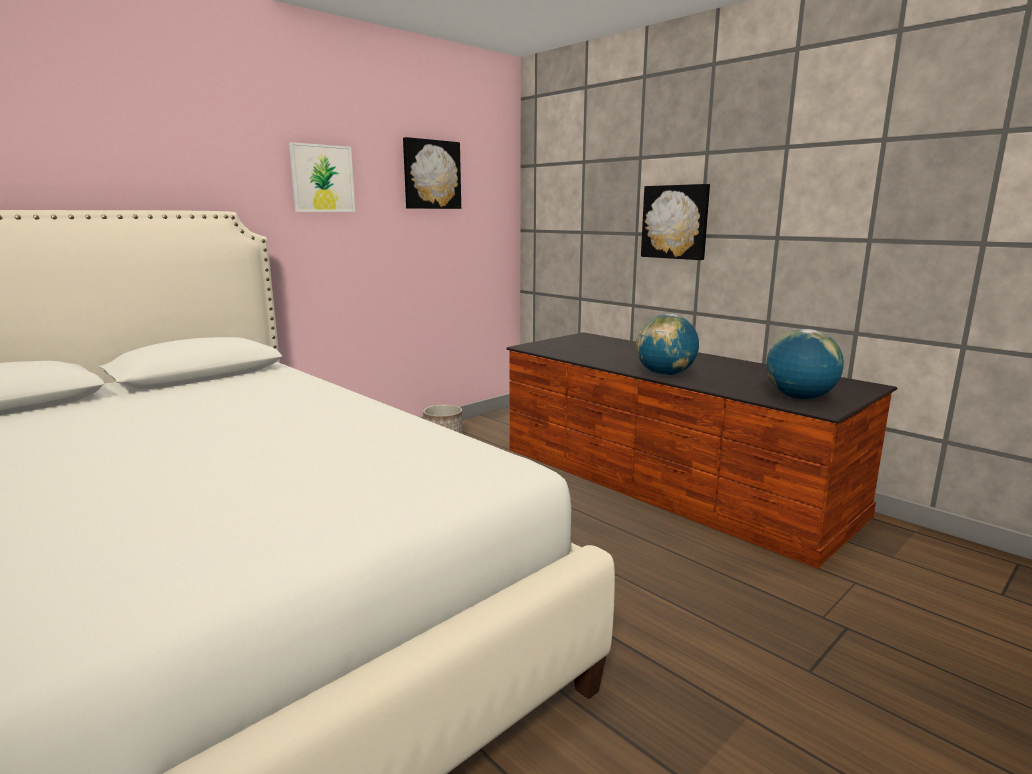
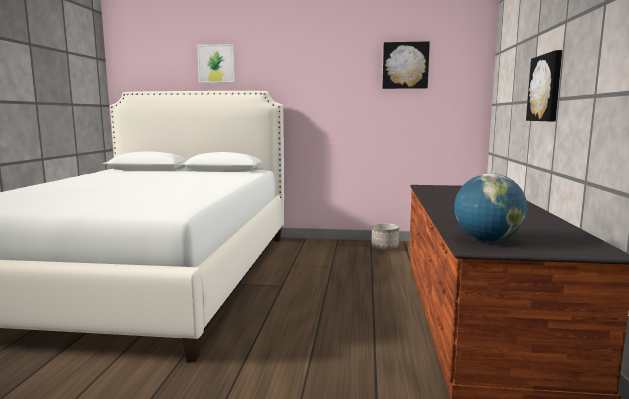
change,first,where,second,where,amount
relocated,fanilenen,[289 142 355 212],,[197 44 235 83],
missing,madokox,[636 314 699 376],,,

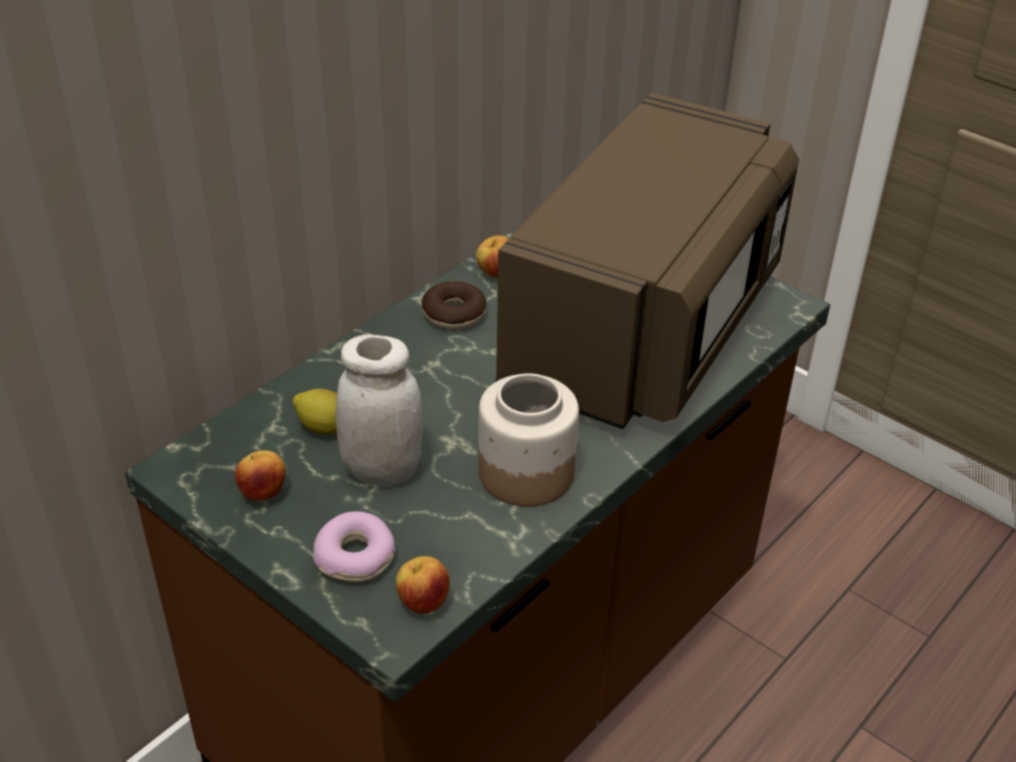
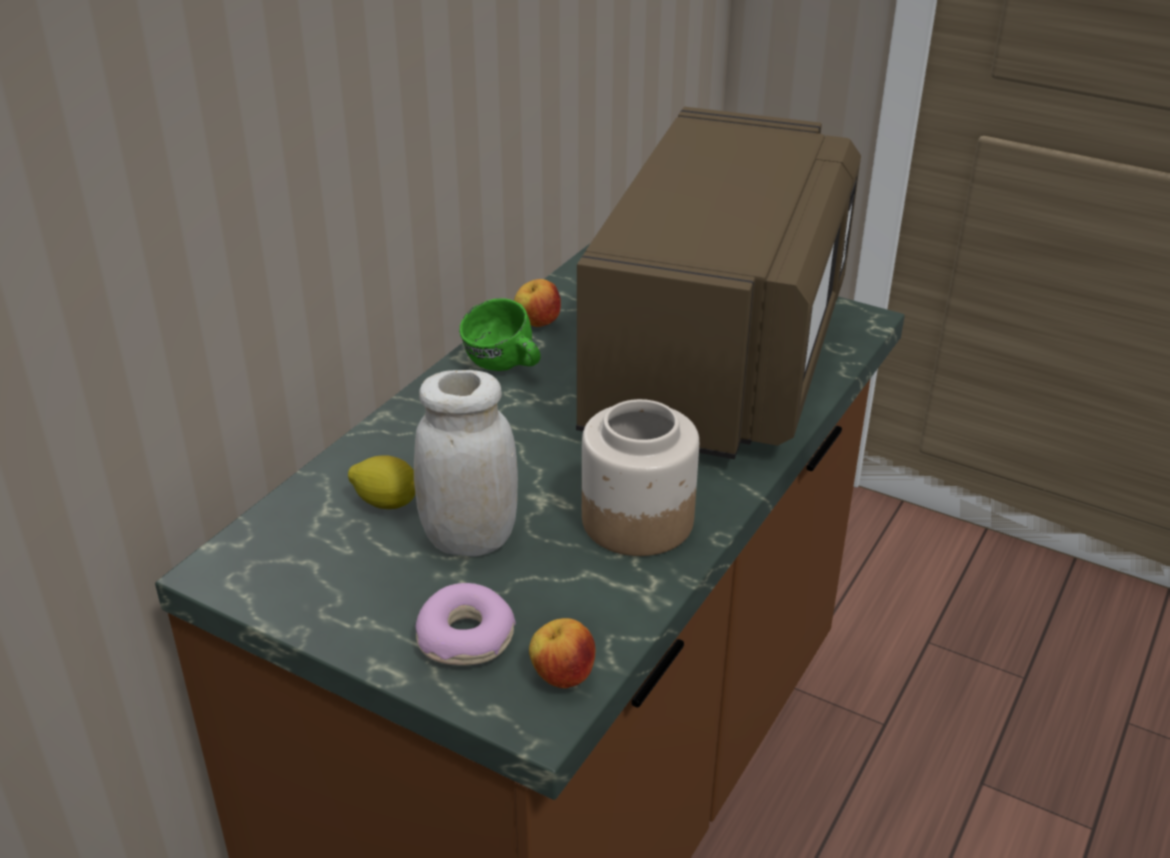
change,first,where,second,where,amount
exchanged,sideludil,[421 281 487 330],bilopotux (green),[459 298 541 371],
missing,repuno,[235 450 286 501],,,

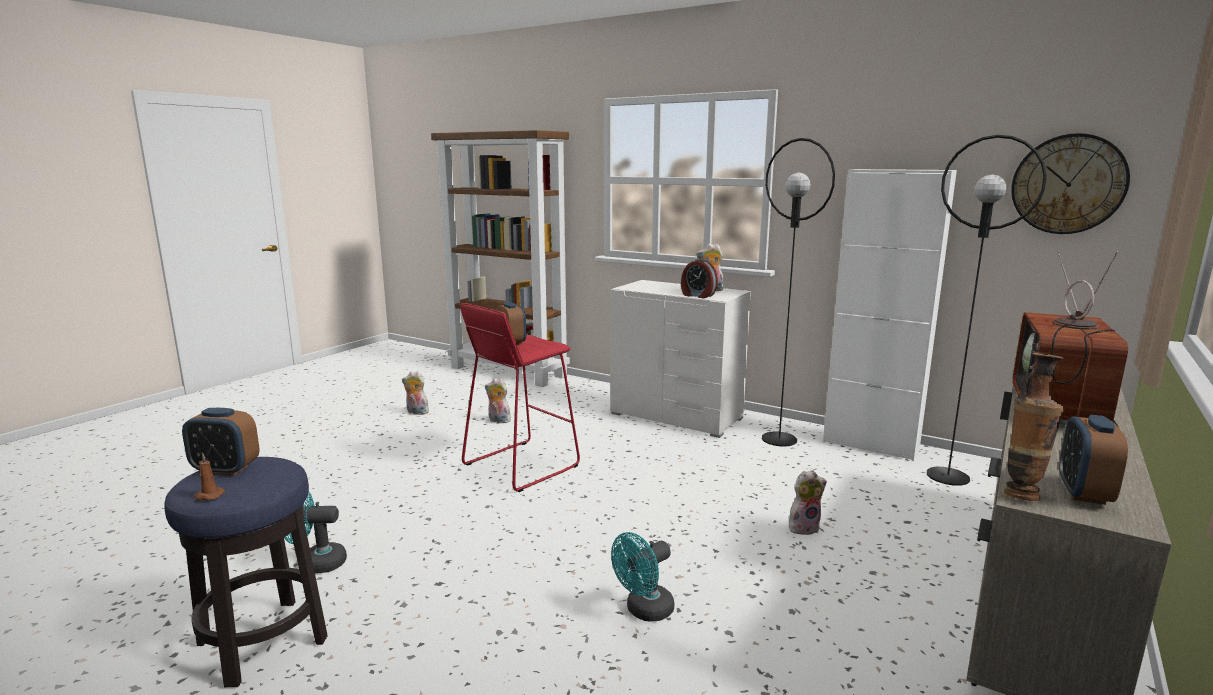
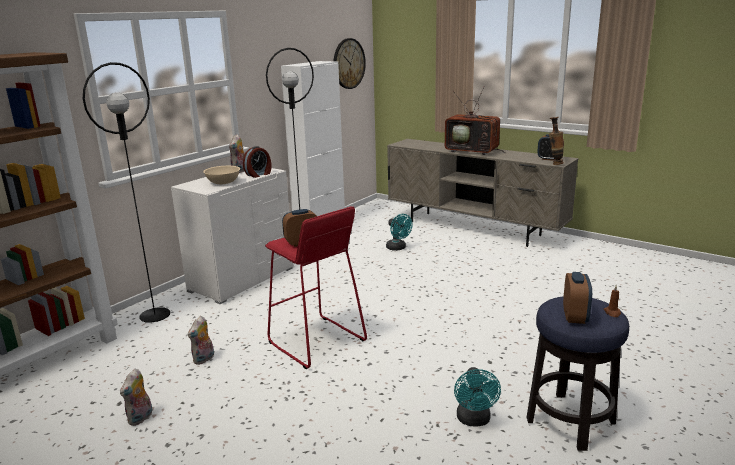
change,first,where,second,where,amount
relocated,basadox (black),[927 135 1047 486],,[83 62 170 323],
appeared,,,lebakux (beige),[203 166 240 184],
relocated,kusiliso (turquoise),[611 532 674 622],,[386 214 413 251],
missing,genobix,[789 470 827 535],,,

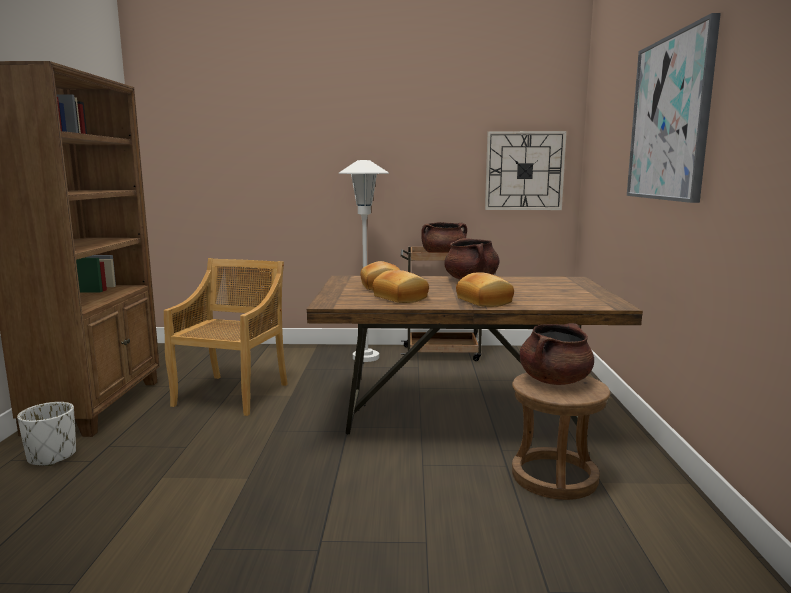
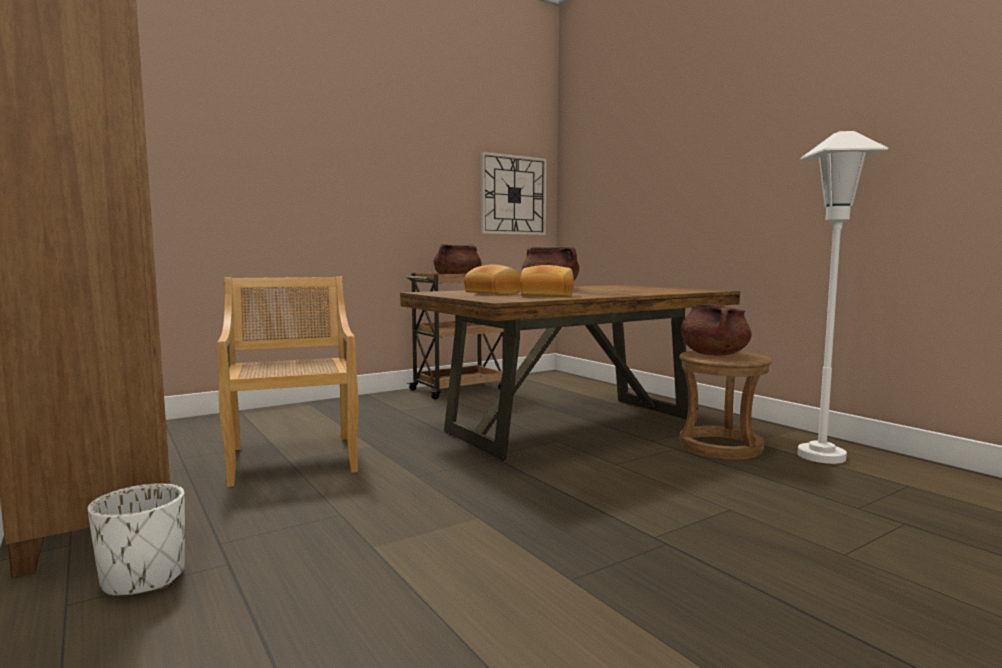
change,first,where,second,where,amount
relocated,basadox (white),[339 160 389 362],,[798 131 888 464],
missing,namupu,[456 272 514 307],,,
missing,fanilenen,[627 13 721 203],,,

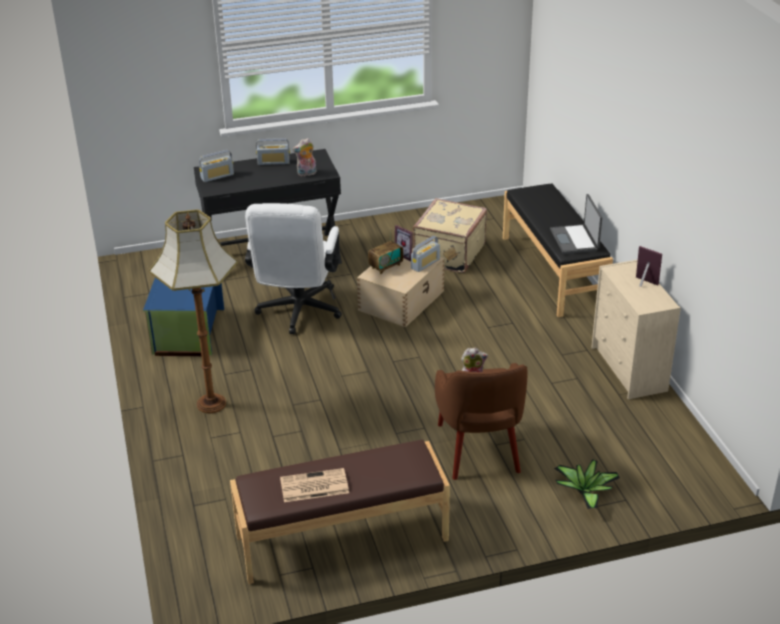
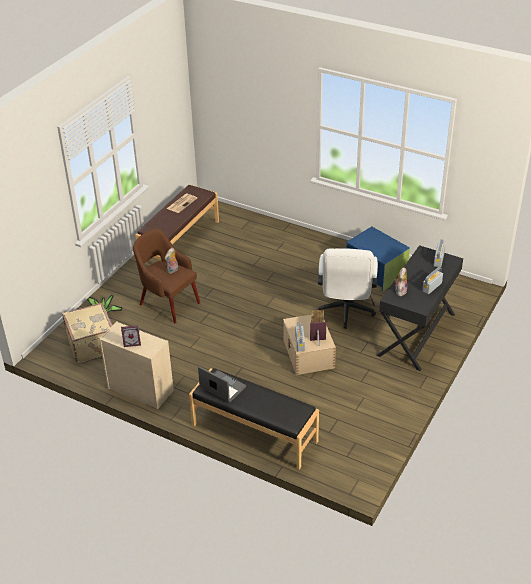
change,first,where,second,where,amount
relocated,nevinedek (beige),[413 198 487 273],,[62 303 113 363],
spun,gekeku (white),[245 203 342 334],,[317 248 378 329],135 degrees counterclockwise
missing,basadox,[149 210 238 413],,,

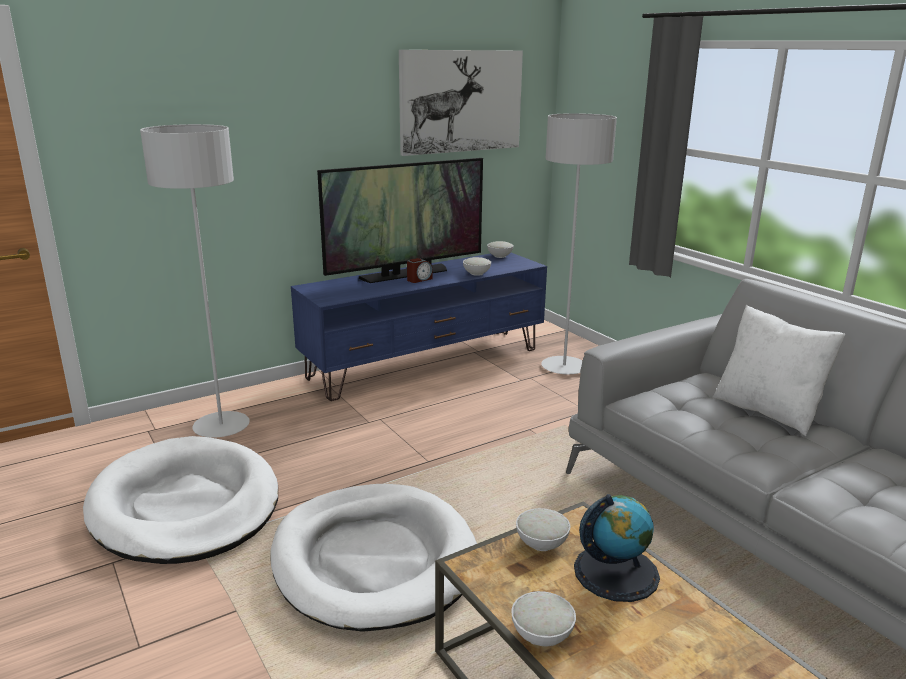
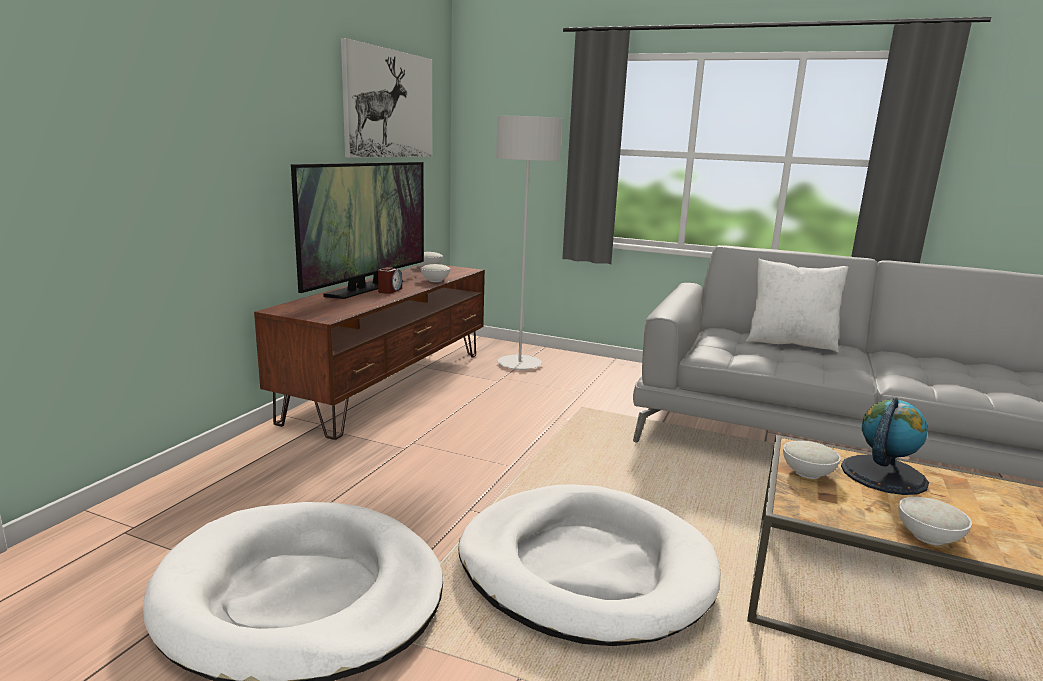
change,first,where,second,where,amount
colour,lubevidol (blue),[291 253 547 401],lubevidol (brown),[254 265 485 440],
missing,basadox (grey),[140 124 250 438],,,

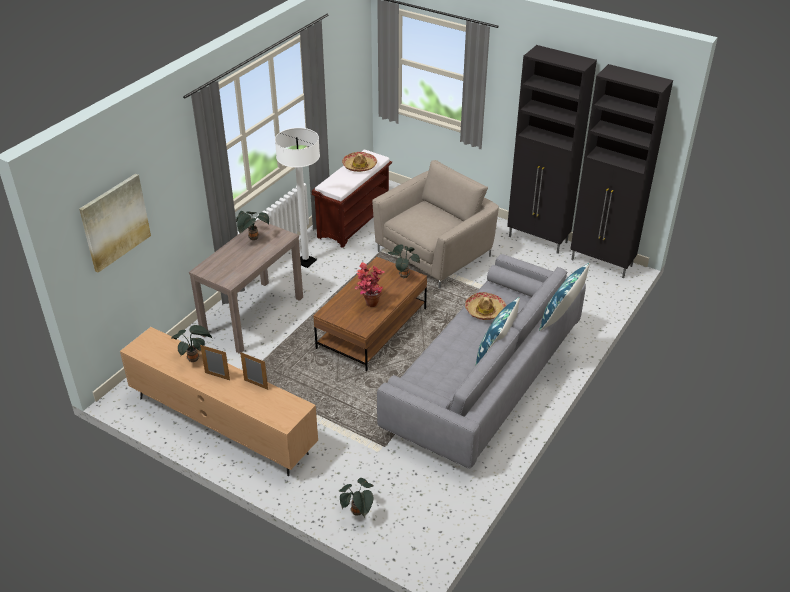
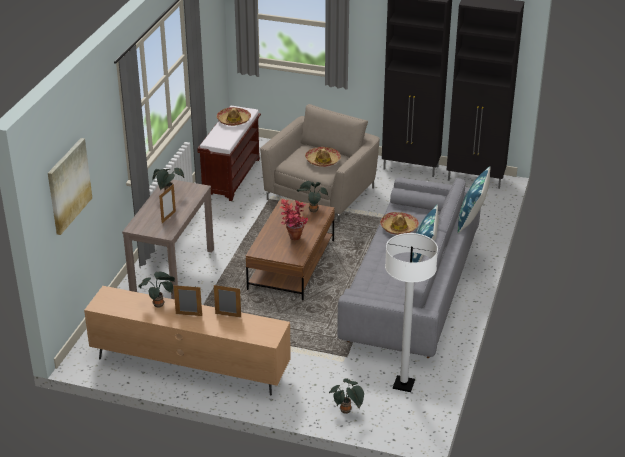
change,first,where,second,where,amount
appeared,,,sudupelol,[159 184 176 223],
appeared,,,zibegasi,[305 147 341 167],
relocated,basadox (white),[275 128 320 268],,[385 233 438 392],

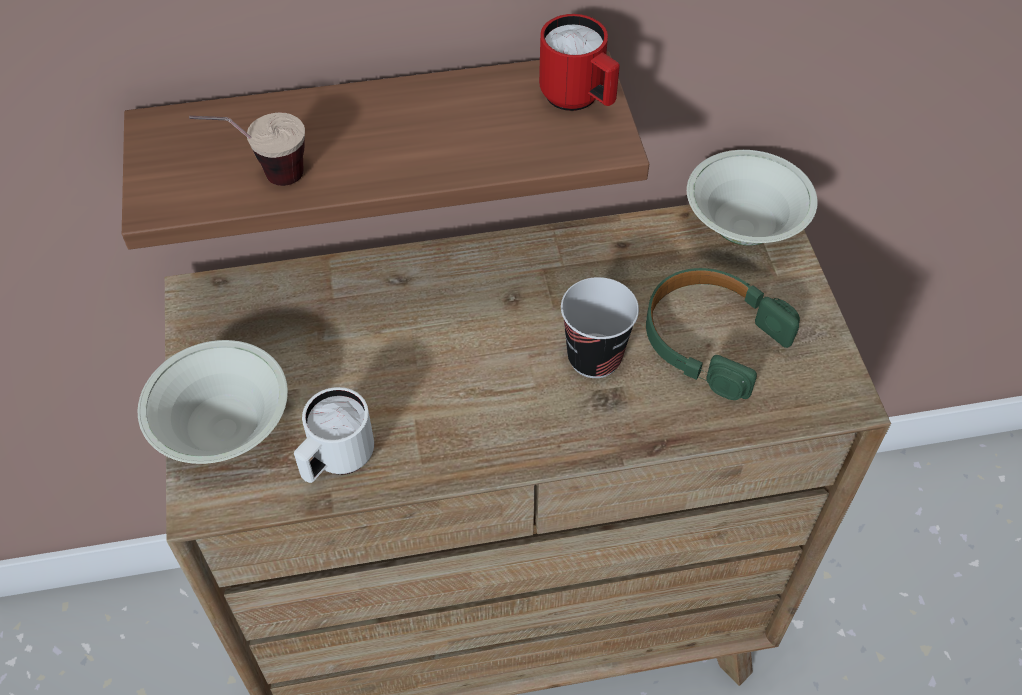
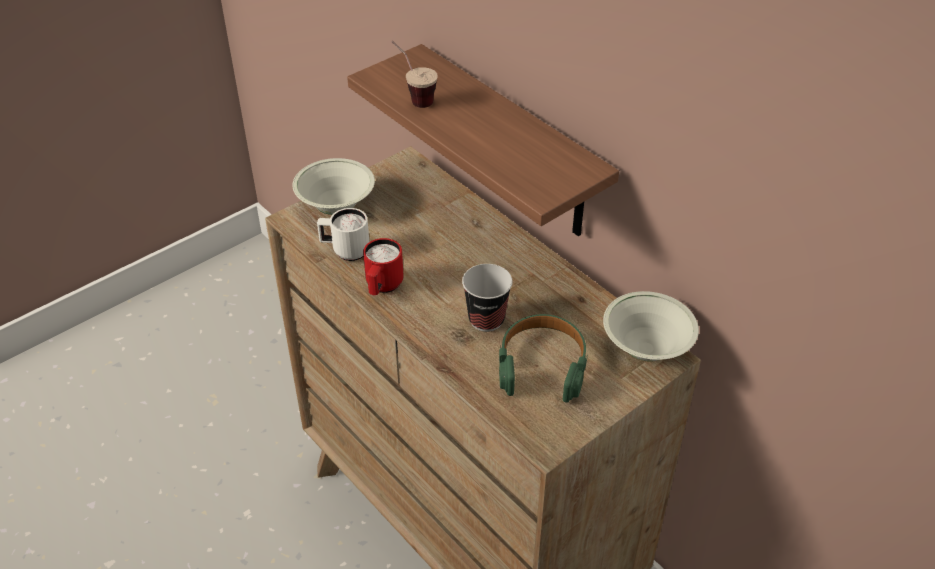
change,first,where,second,where,amount
relocated,bilopotux (red),[539 14 620 111],,[363 238 404 295],

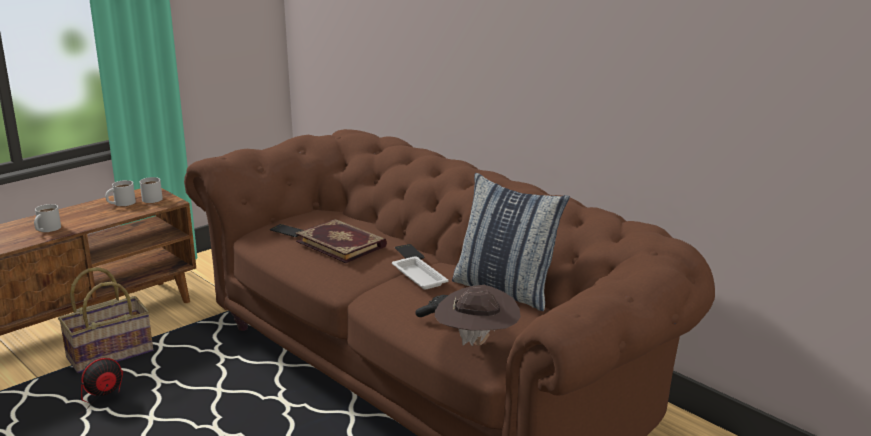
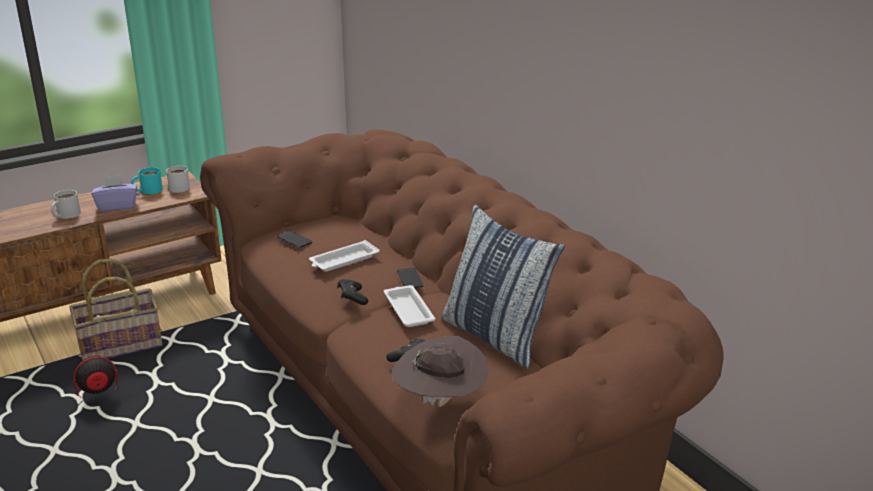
change,first,where,second,where,amount
appeared,,,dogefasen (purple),[92 174 137 212],
colour,bilopotux (white),[105 180 136 206],bilopotux (turquoise),[131 167 163 194],
exchanged,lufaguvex,[295 219 387 263],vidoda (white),[309 240 380 272],
appeared,,,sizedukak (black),[337 279 368 305],

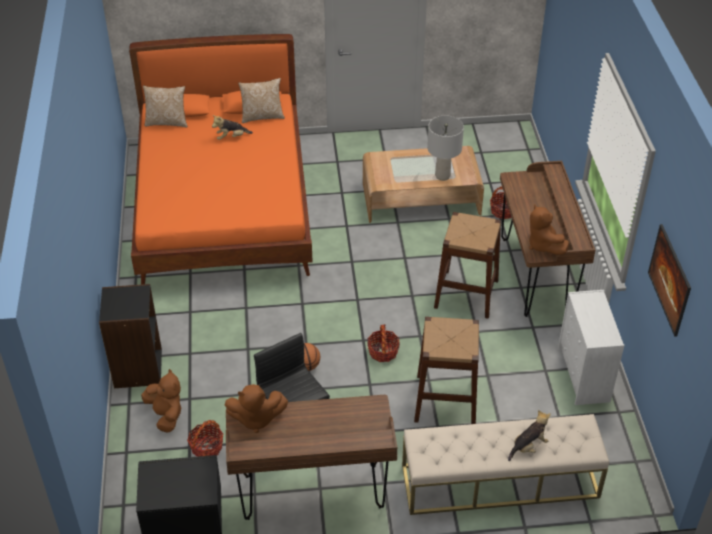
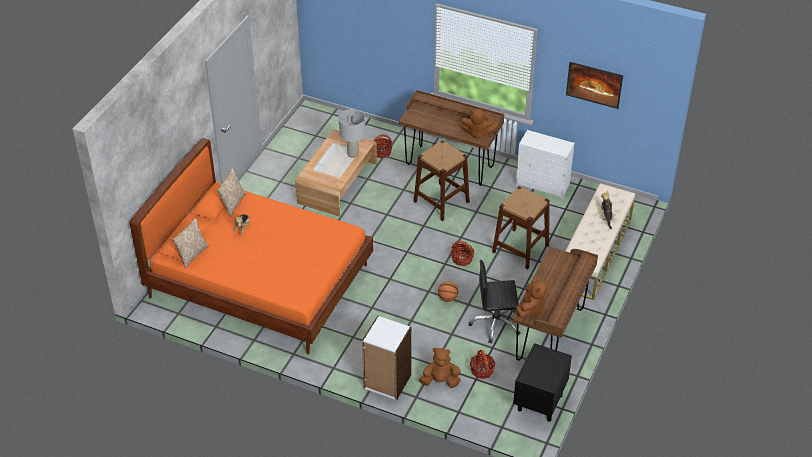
change,first,where,second,where,amount
colour,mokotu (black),[99 284 162 388],mokotu (white),[362 316 411 401],

